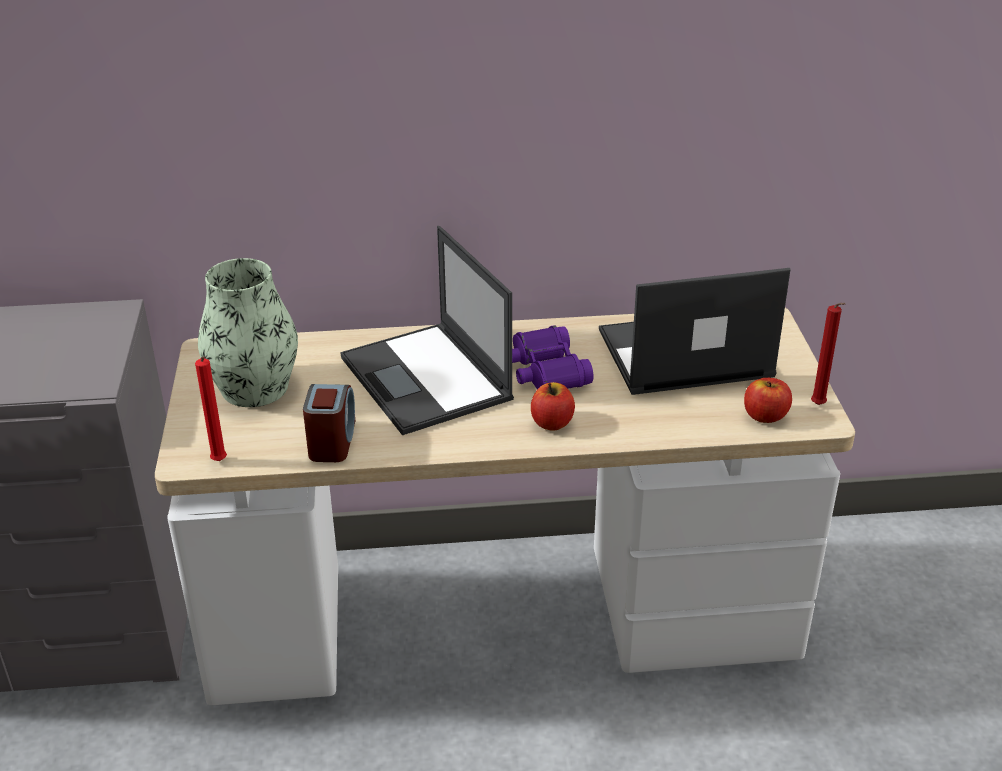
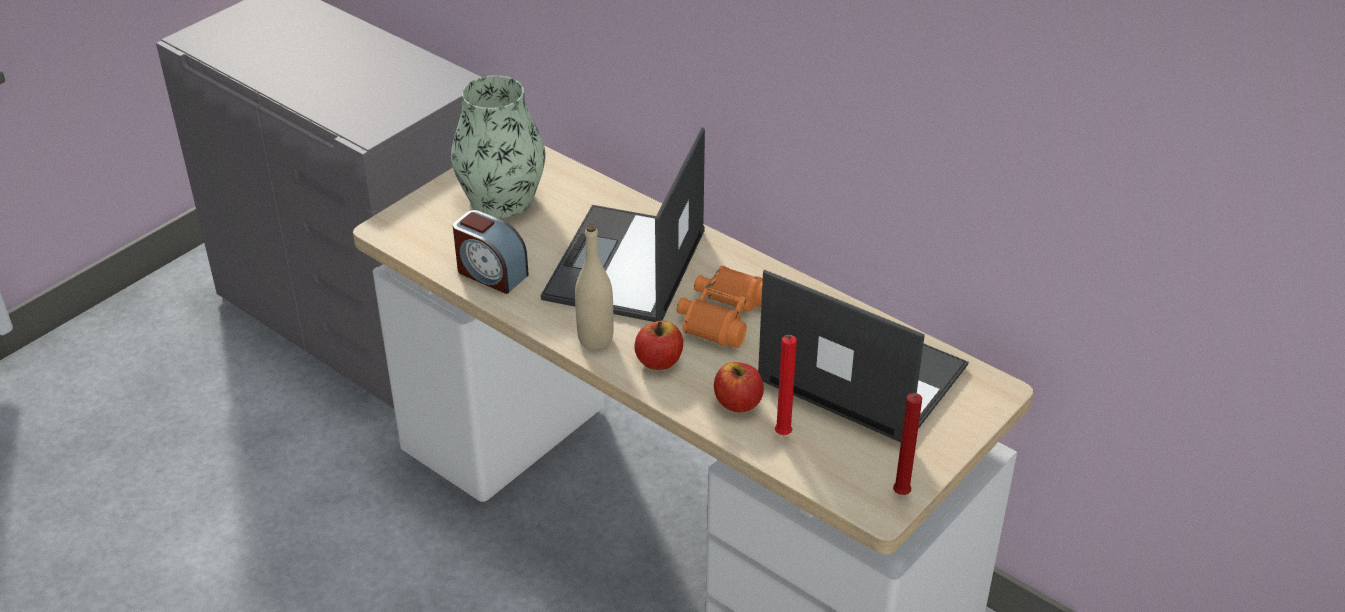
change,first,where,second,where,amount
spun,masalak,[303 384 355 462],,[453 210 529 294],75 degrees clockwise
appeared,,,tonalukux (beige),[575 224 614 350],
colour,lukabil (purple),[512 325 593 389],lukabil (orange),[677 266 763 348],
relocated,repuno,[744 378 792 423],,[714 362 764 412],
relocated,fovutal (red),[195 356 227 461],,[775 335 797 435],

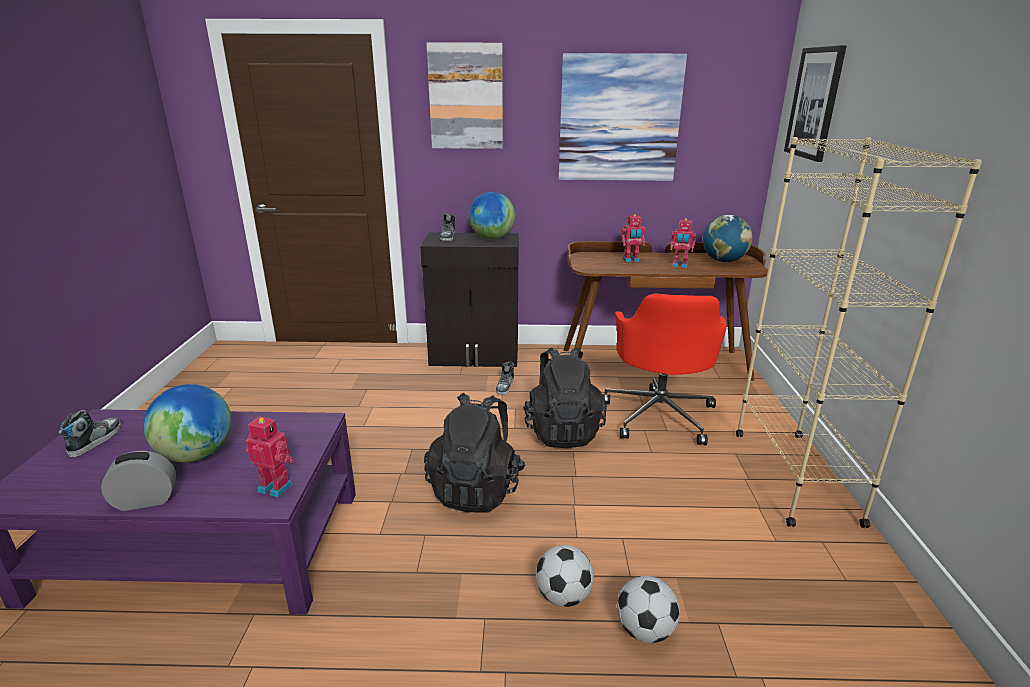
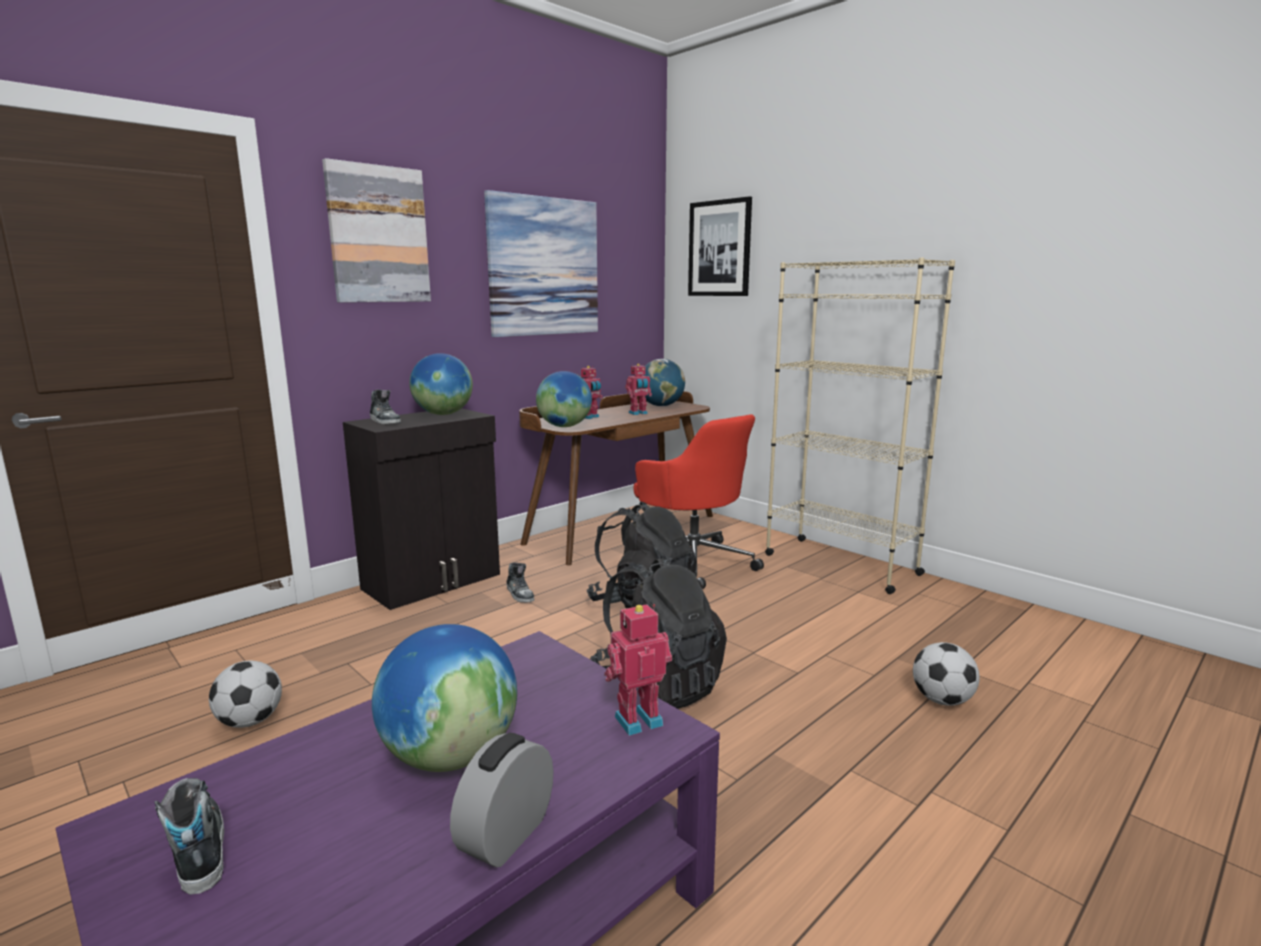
change,first,where,second,where,amount
relocated,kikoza,[536 545 594 607],,[209 661 282 728],
appeared,,,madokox,[536 371 592 427],

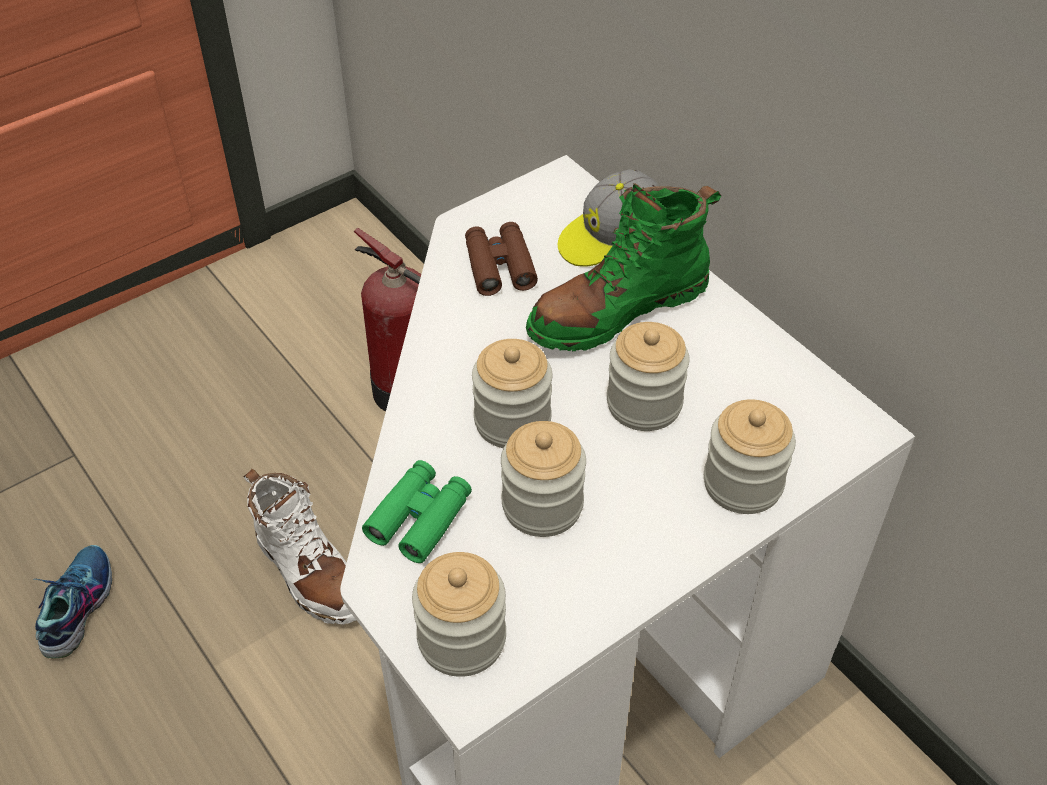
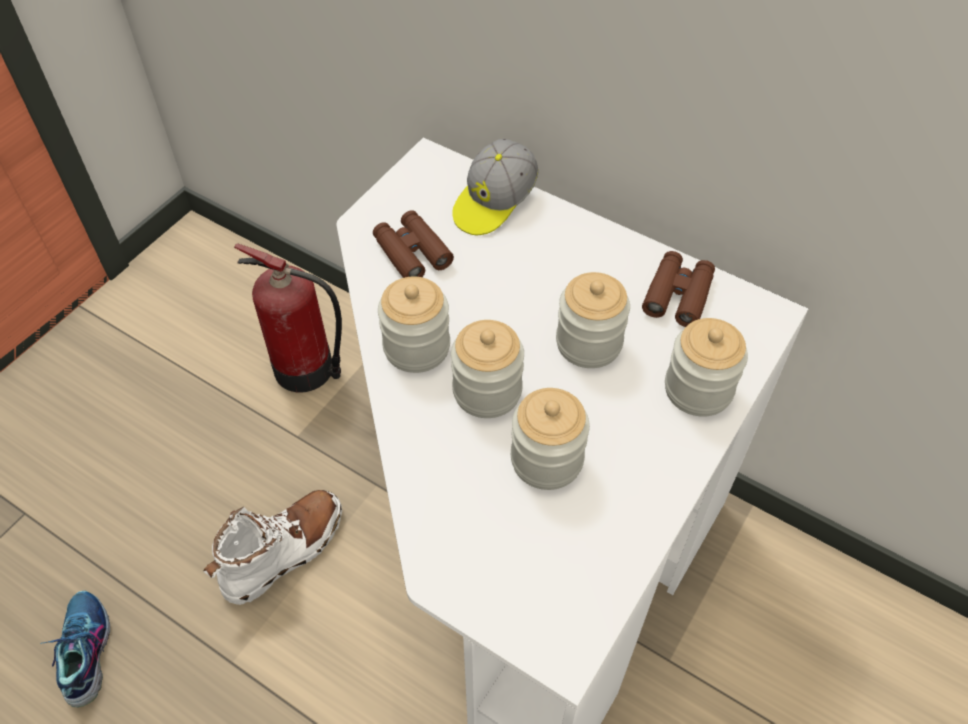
change,first,where,second,where,amount
spun,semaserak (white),[243 469 356 624],,[203 490 342 605],75 degrees counterclockwise
relocated,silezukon,[412 552 506 677],,[378 277 450 373],
appeared,,,lukabil (brown),[642 251 715 327],
missing,lukabil (green),[362 460 472 563],,,
missing,semaserak (green),[526 183 721 351],,,

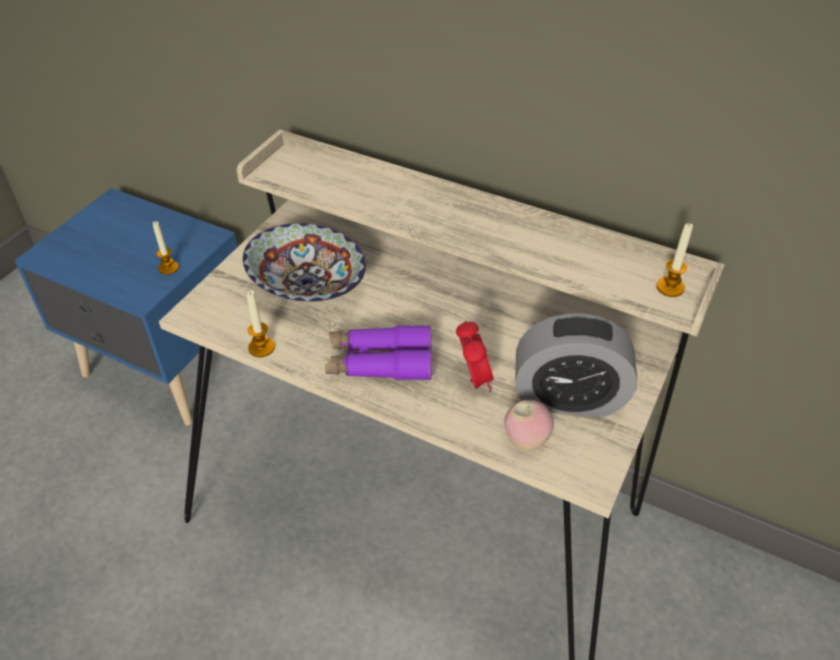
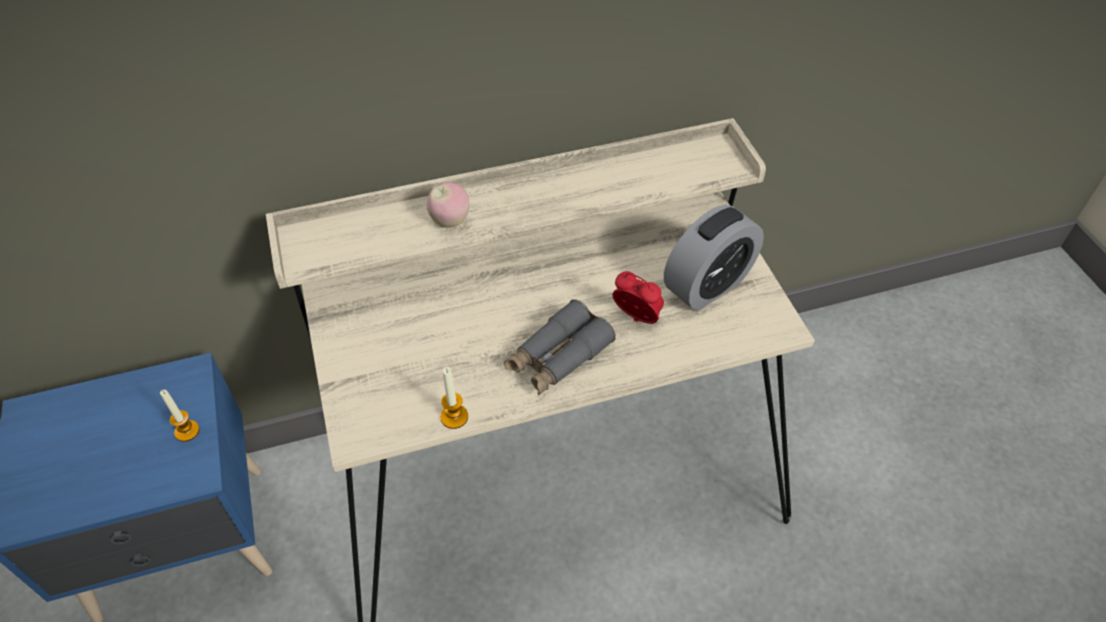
change,first,where,second,where,amount
relocated,repuno,[504 400 554 451],,[427 182 469 228],
colour,lukabil (purple),[325 325 432 381],lukabil (grey),[504 299 616 395],
missing,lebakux,[243 223 366 302],,,
missing,fovutal,[656 223 693 297],,,

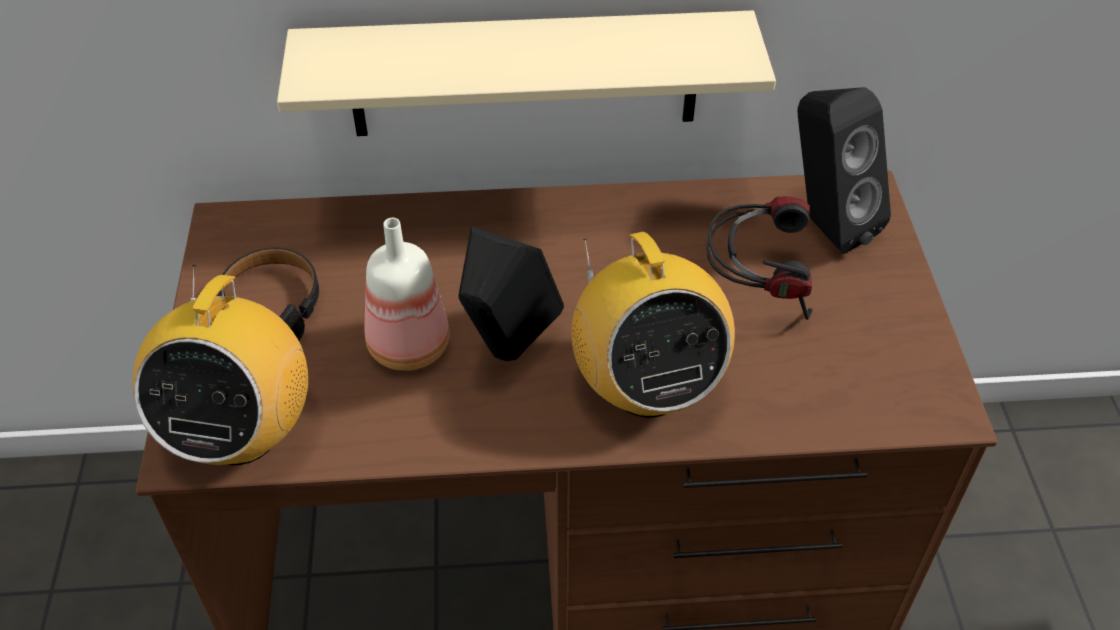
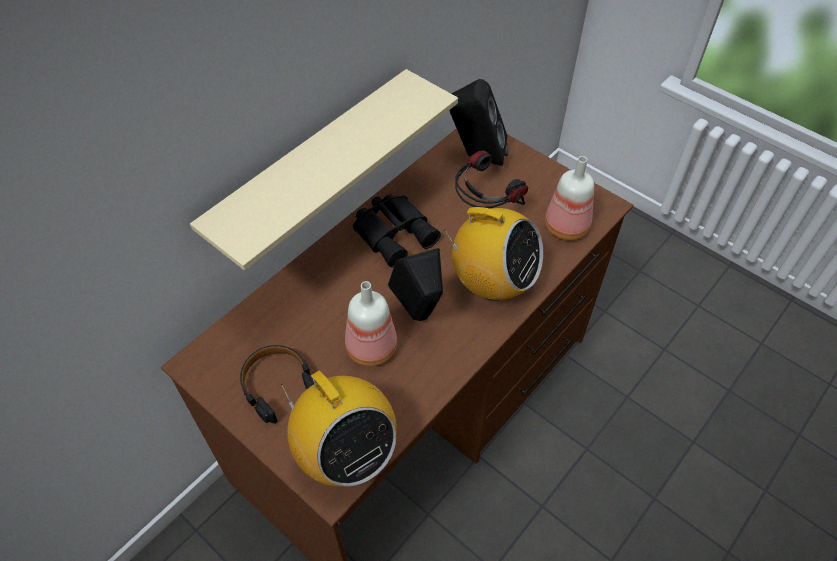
change,first,where,second,where,amount
appeared,,,lukabil (black),[353 194 441 268],
appeared,,,tonalukux,[545 156 594 240],

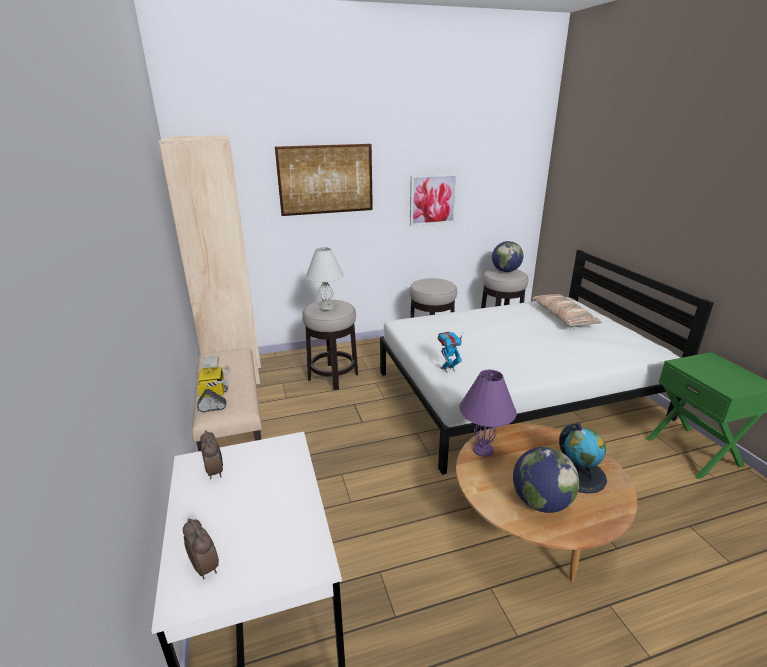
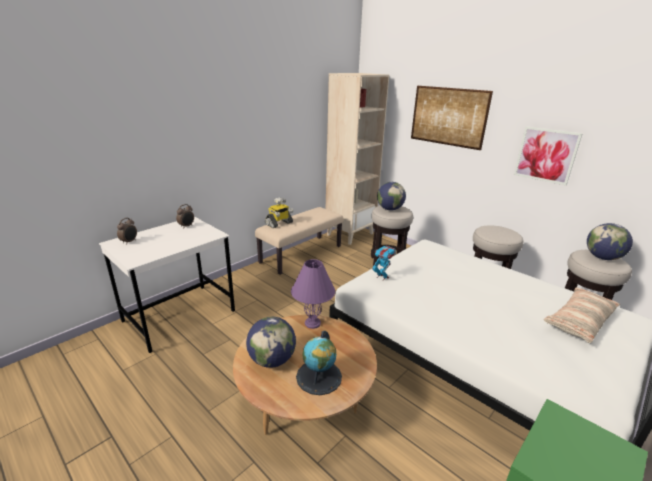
change,first,where,second,where,amount
exchanged,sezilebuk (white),[305 247 344 311],madokox,[377 182 406 210],

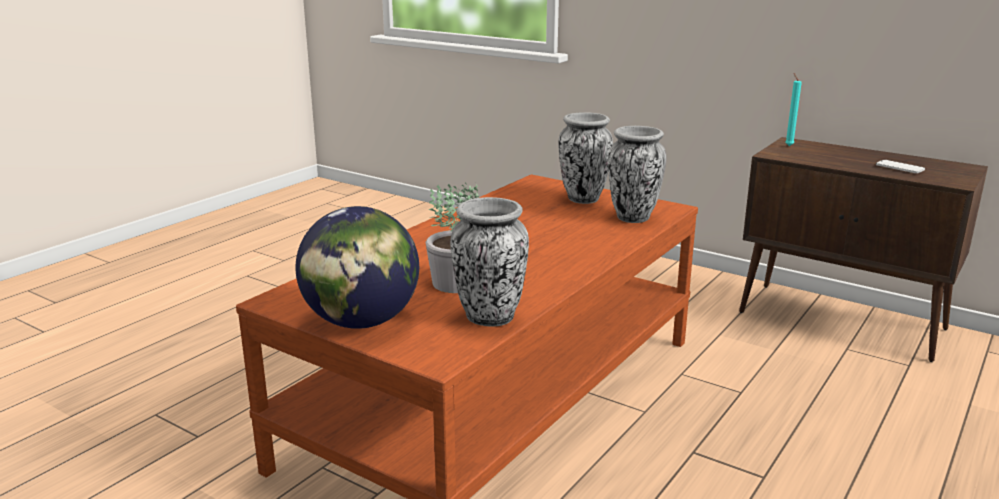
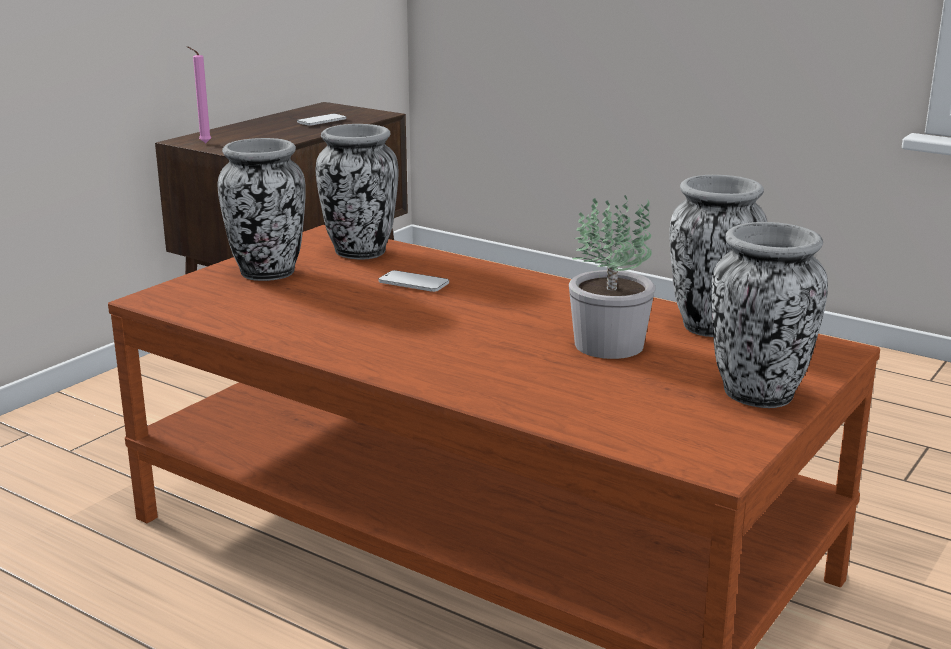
change,first,where,second,where,amount
colour,fovutal (turquoise),[785 73 802 146],fovutal (pink),[187 46 211 143],
appeared,,,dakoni,[378 270 449 292],
exchanged,madokox,[295 206 419 329],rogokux,[711 222 828 408],

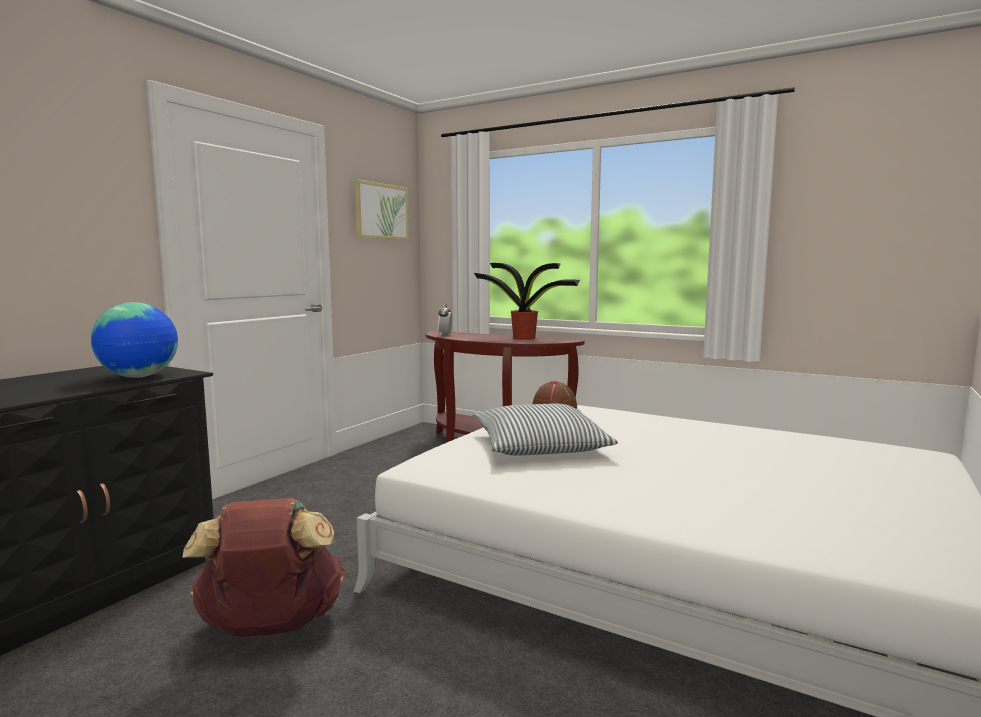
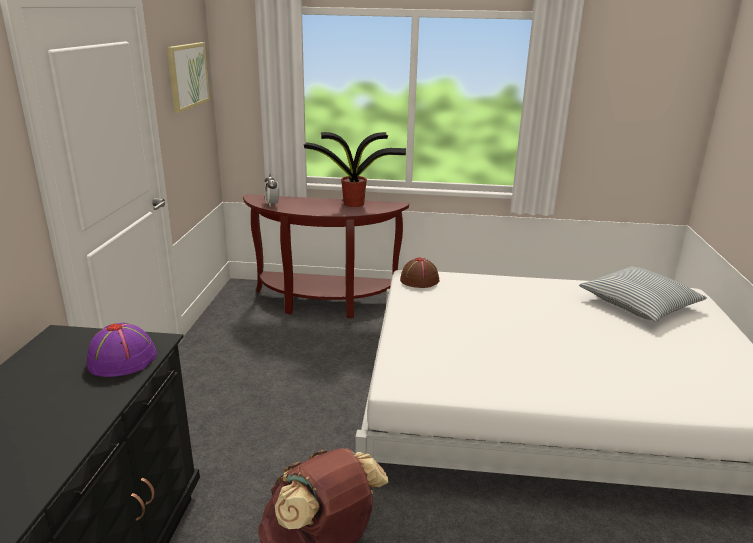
change,first,where,second,where,amount
exchanged,madokox,[91 302 178 378],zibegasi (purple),[87 322 157 377],
relocated,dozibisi,[473 403 618 456],,[579 266 707 322],

